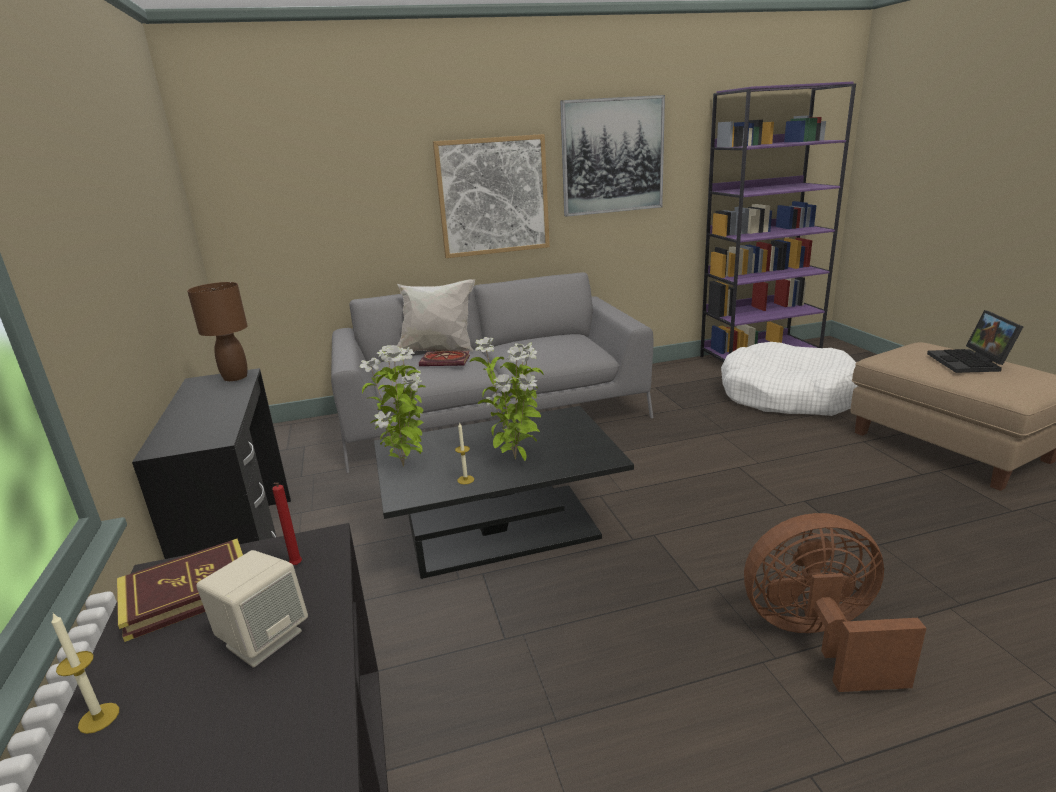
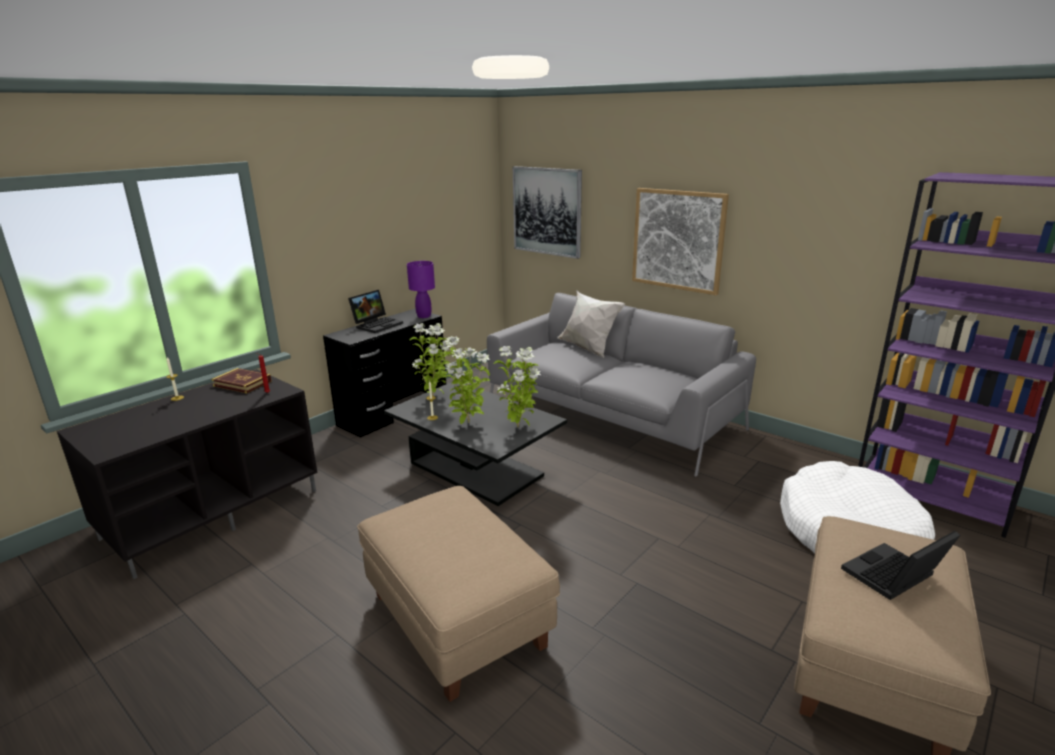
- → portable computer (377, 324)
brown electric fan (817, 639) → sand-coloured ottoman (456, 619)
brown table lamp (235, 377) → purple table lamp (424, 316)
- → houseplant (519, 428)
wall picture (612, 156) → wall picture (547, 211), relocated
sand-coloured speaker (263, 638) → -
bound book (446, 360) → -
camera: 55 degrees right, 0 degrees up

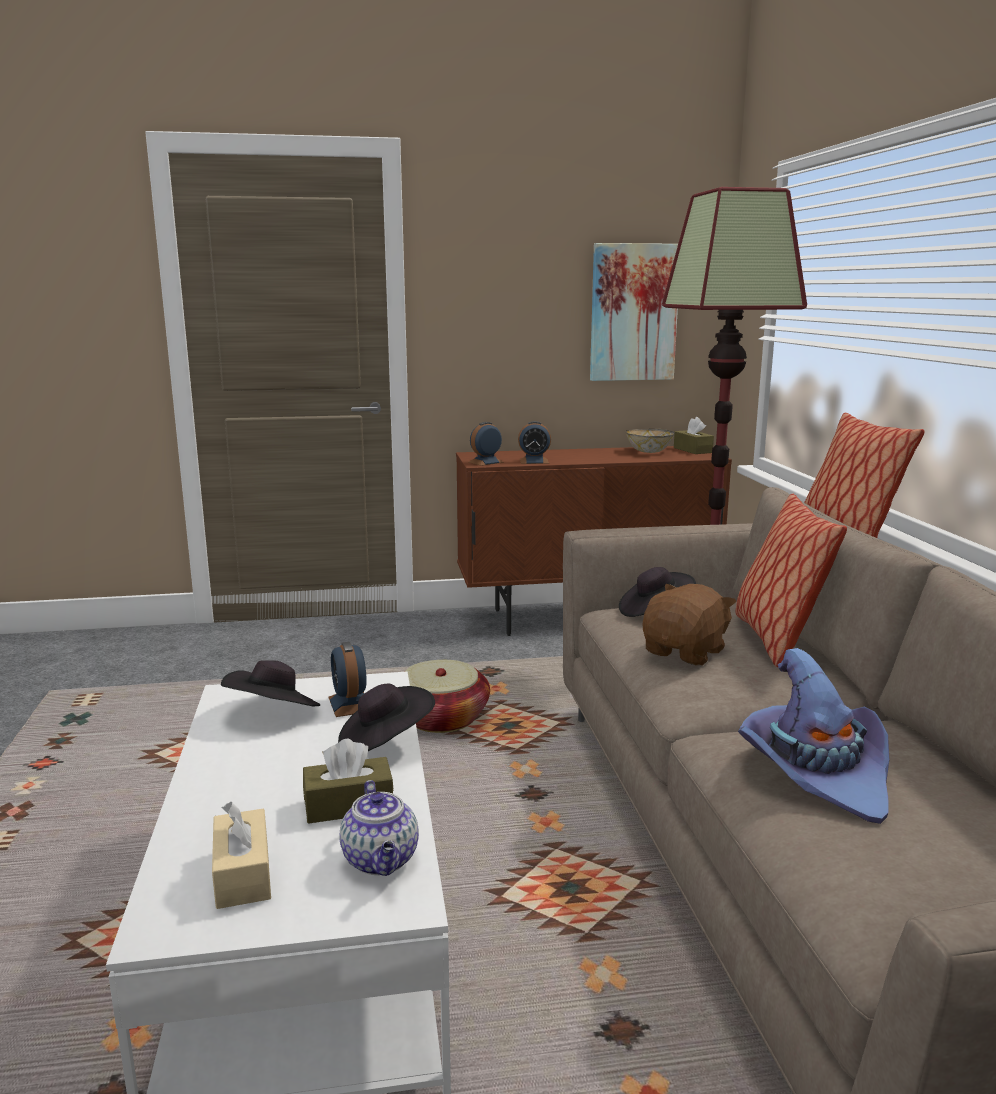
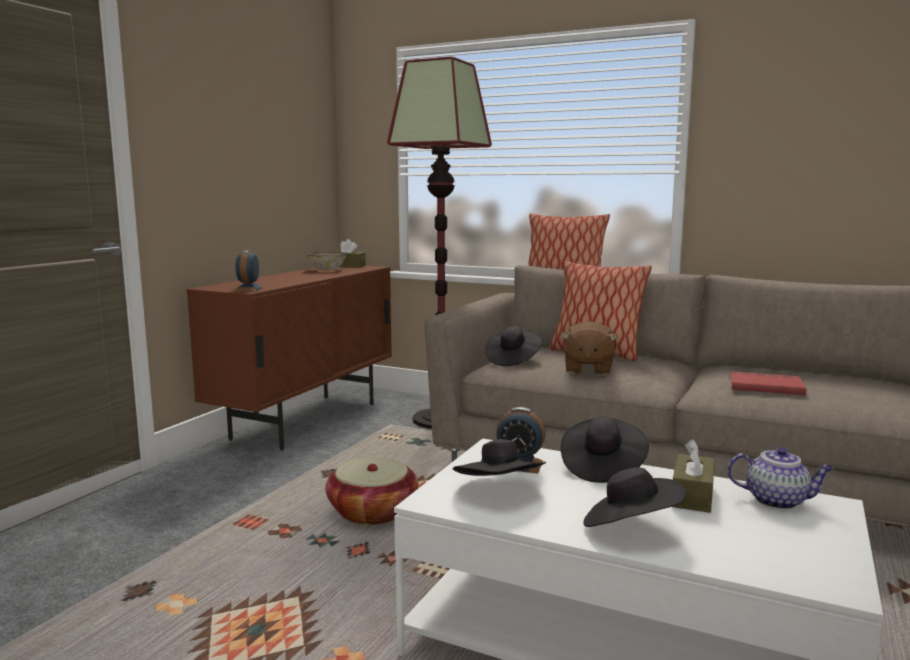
brown soft toy (685, 652) → brown soft toy (587, 369), 150 degrees counterclockwise
- → black-coloured clothing hat (630, 527)
purple clothing hat (815, 771) → reddish bound book (765, 386)
sand-coloured box of tissues (243, 874) → -
bedside clock (534, 461) → -
wall picture (633, 313) → -
camera: 55 degrees left, 5 degrees down

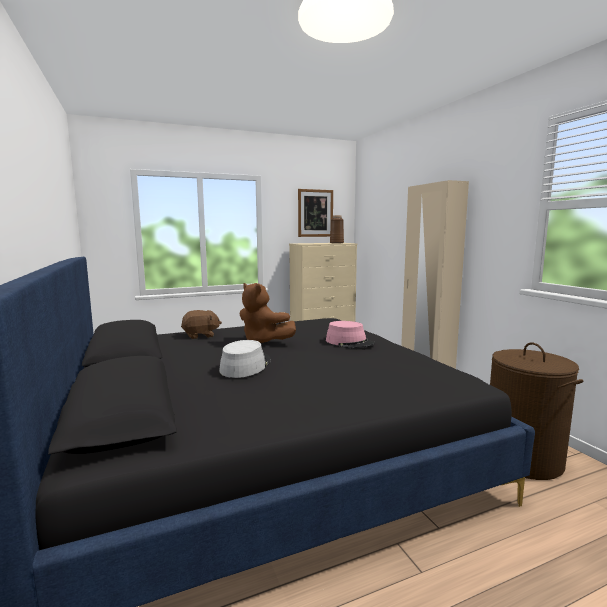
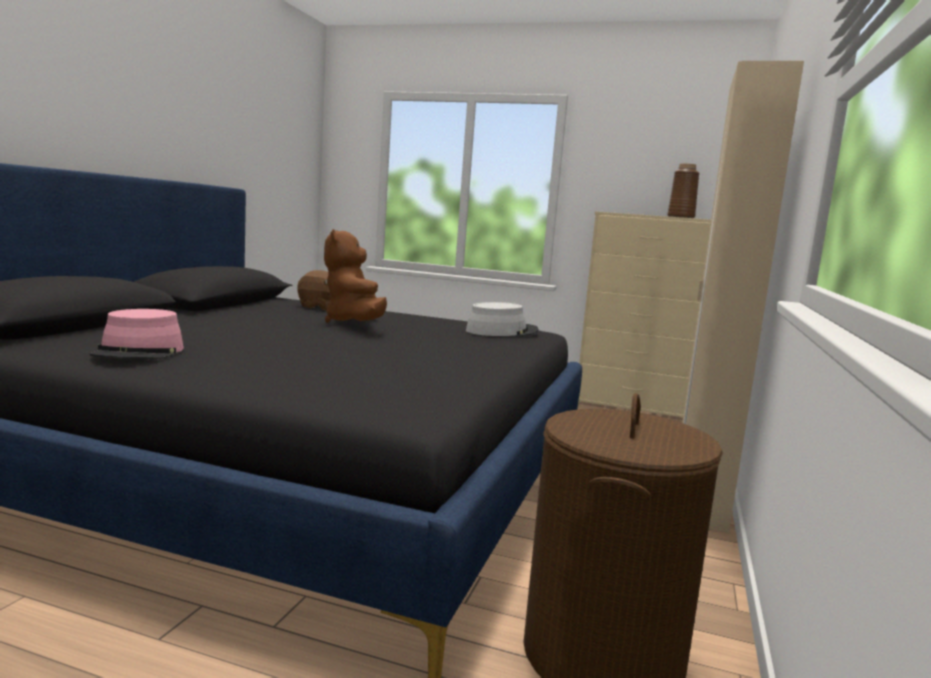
pink clothing hat (349, 342) → pink clothing hat (139, 352), relocated
greyish clothing hat (245, 366) → greyish clothing hat (501, 331), relocated
wall picture (315, 213) → -
camera: 40 degrees right, 0 degrees up

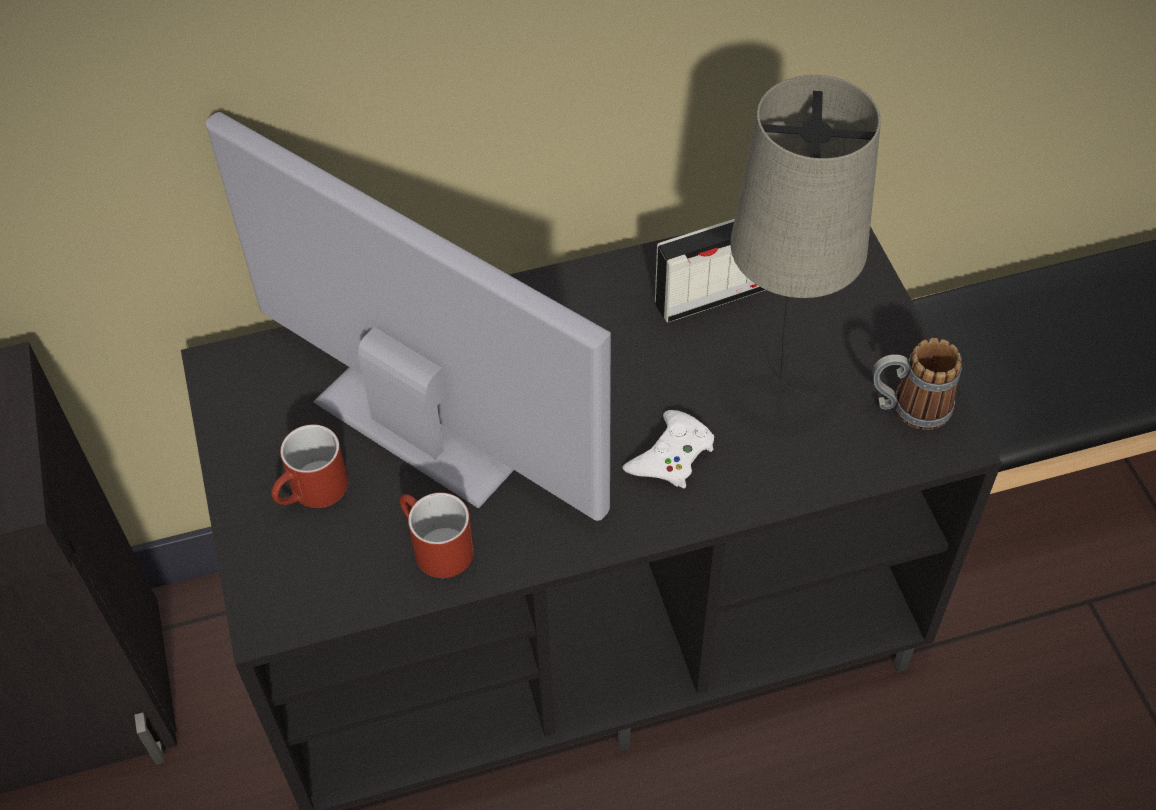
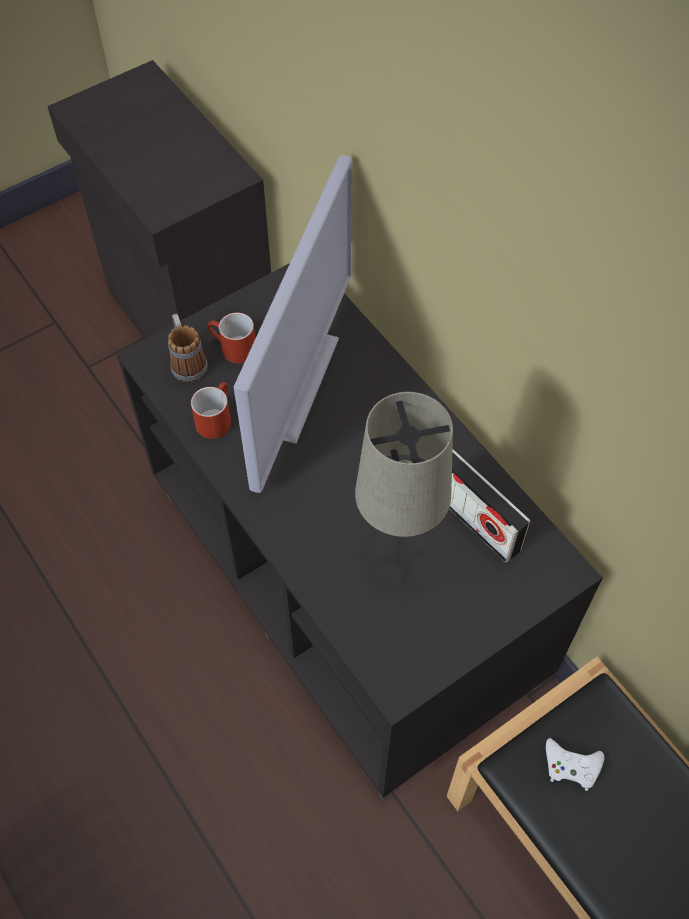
mug (908, 408) → mug (187, 361), relocated
white-coloured gamepad (671, 456) → white-coloured gamepad (571, 766), relocated
camera: 70 degrees right, 5 degrees up

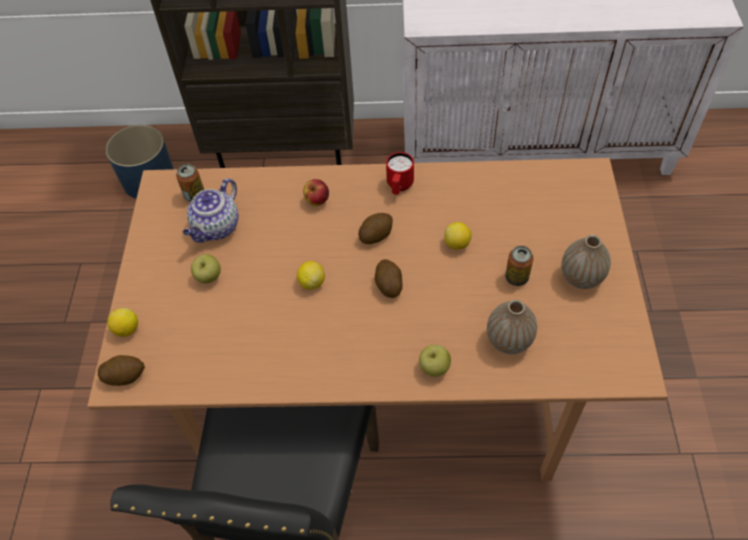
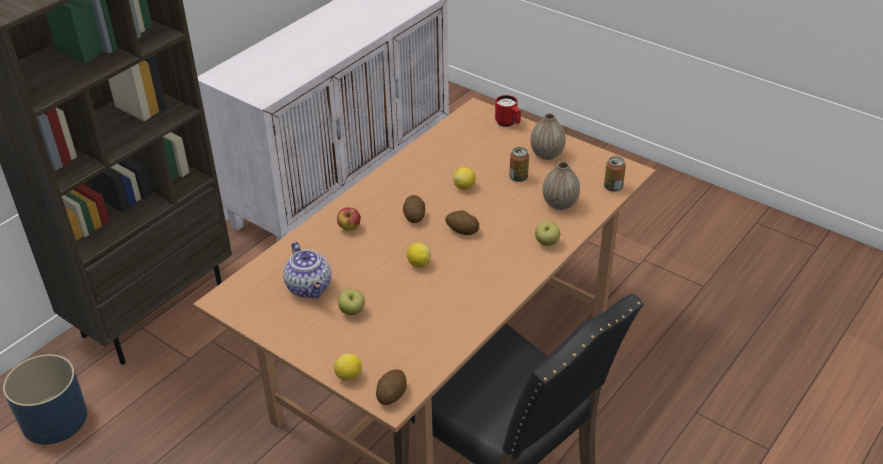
reddish mug (399, 187) → reddish mug (508, 123), relocated
metal can (194, 195) → metal can (613, 187), relocated
camera: 55 degrees left, 15 degrees down

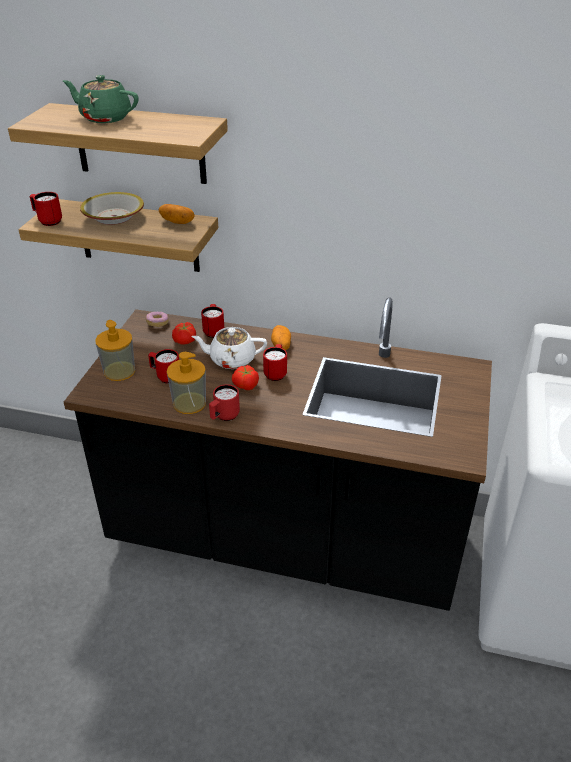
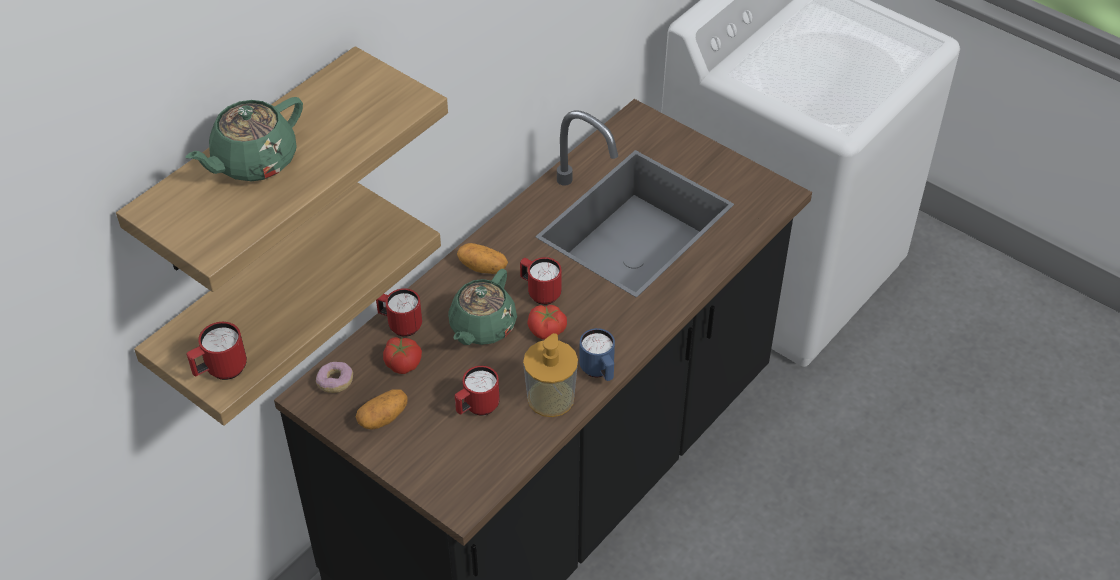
spud (177, 222) → spud (383, 417), relocated
white-coloured pot for tea (231, 359) → green-coloured pot for tea (482, 327)
reddish mug (224, 417) → bluish mug (599, 371)
serving bowl (114, 217) → -
liquid soap bottle (119, 371) → -
camera: 65 degrees left, 10 degrees up

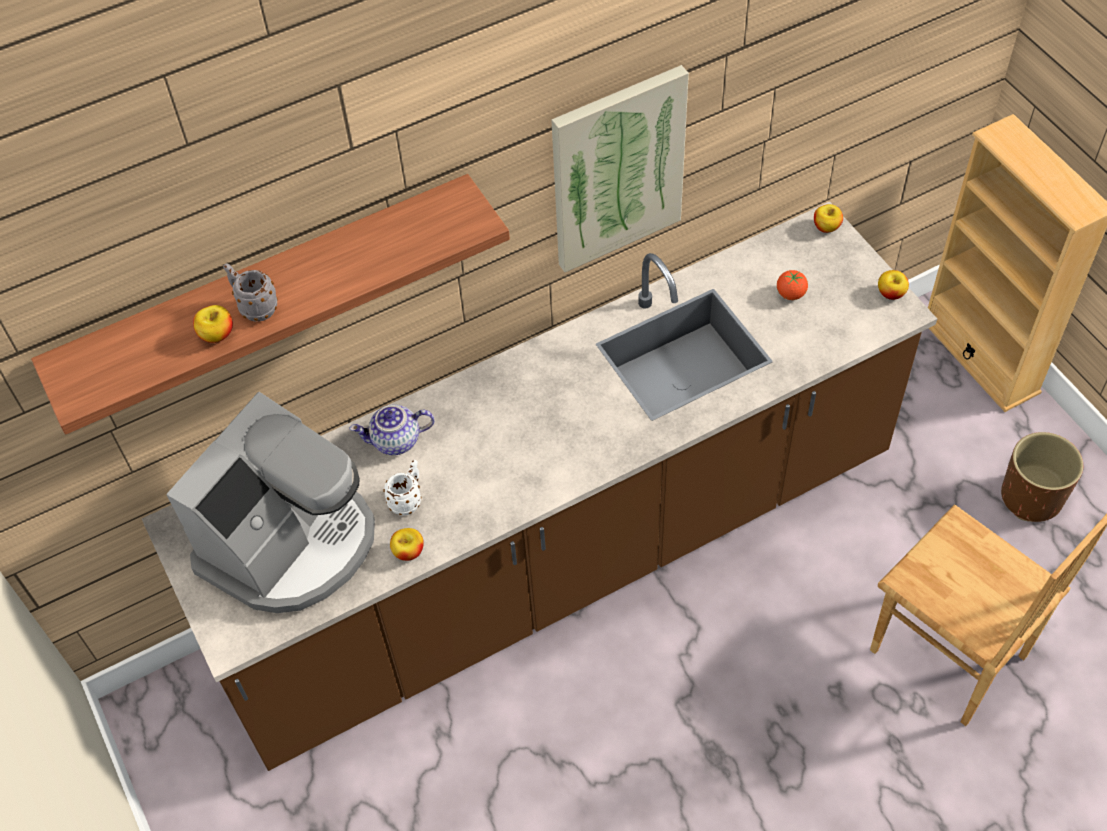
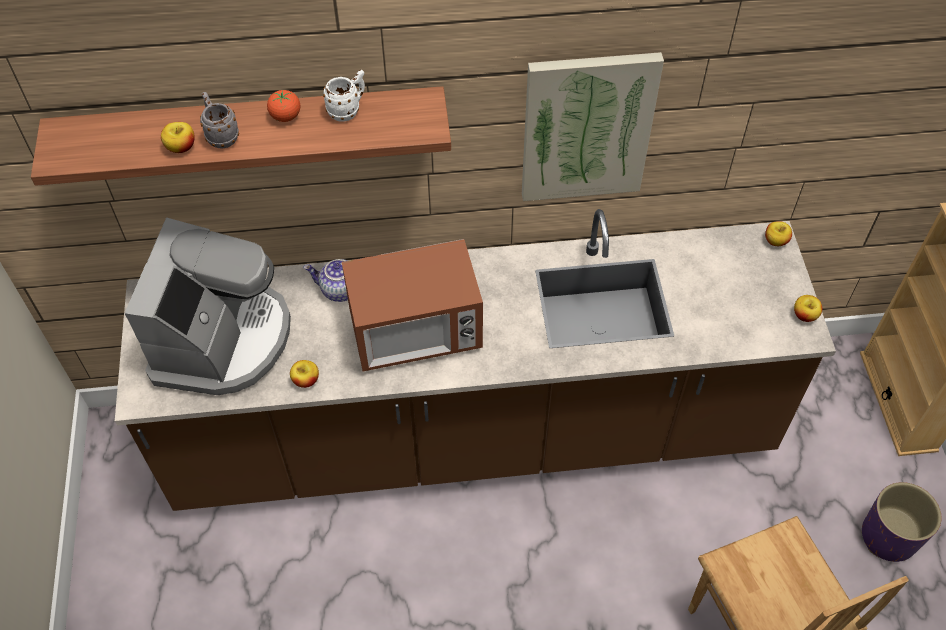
coffee maker (291, 543) → coffee maker (223, 340), 45 degrees counterclockwise
whole tomato (790, 294) → whole tomato (286, 116), relocated
white-coloured mug (408, 499) → white-coloured mug (348, 110), relocated
- → kitchen microwave (415, 333)
brown plant pot (1032, 497) → purple plant pot (889, 537)
camera: 20 degrees right, 0 degrees up

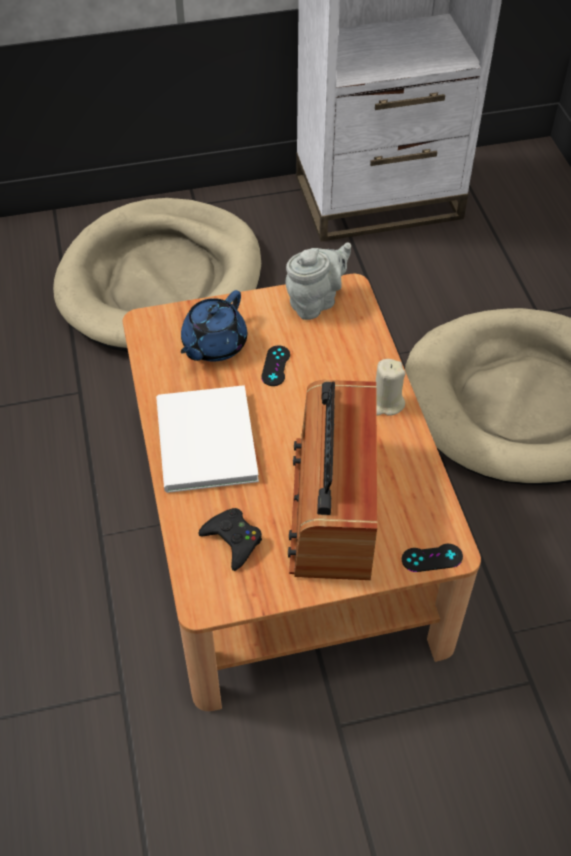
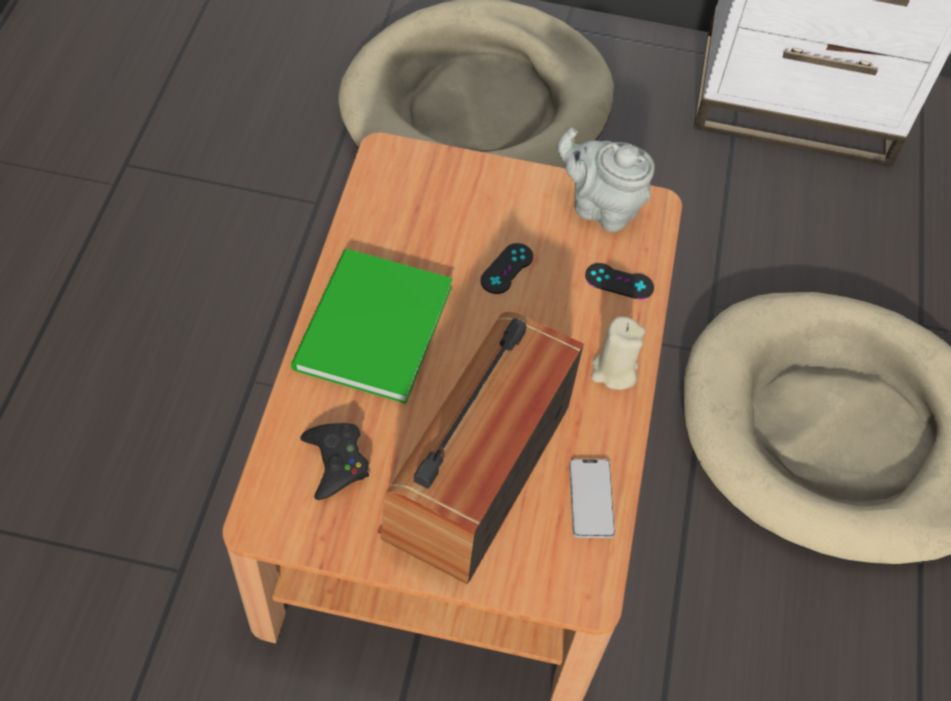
white-coloured bound book (203, 444) → green-coloured bound book (368, 330)
greyish pot for tea (315, 302) → greyish pot for tea (600, 207), 135 degrees counterclockwise
- → handset (591, 499)
black-coloured gamepad (432, 558) → black-coloured gamepad (619, 281), relocated
bluish pot for tea (213, 345) → -
camera: 20 degrees right, 5 degrees up

